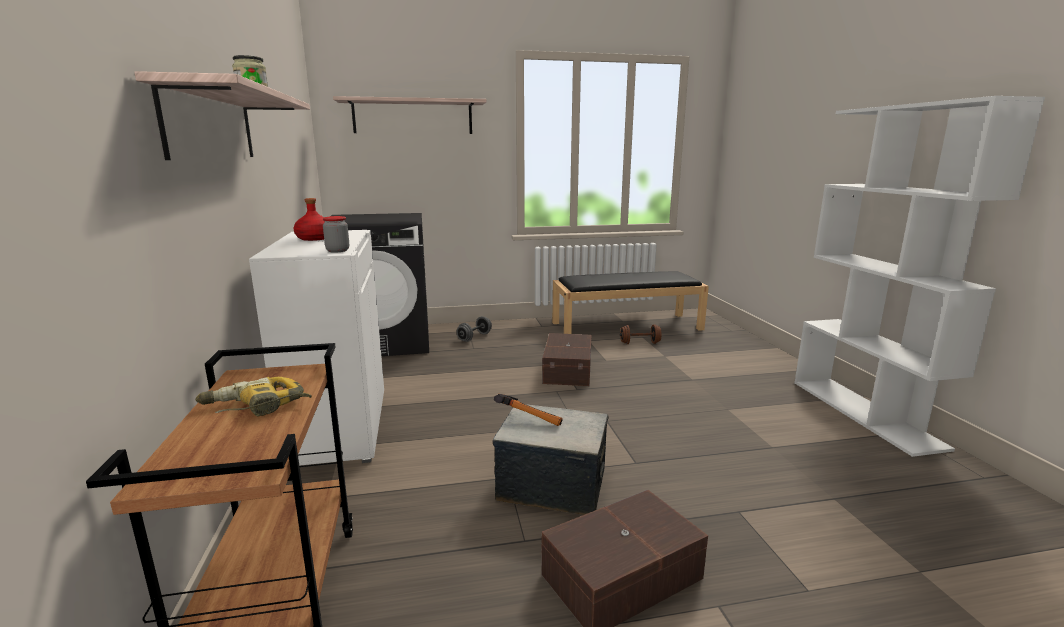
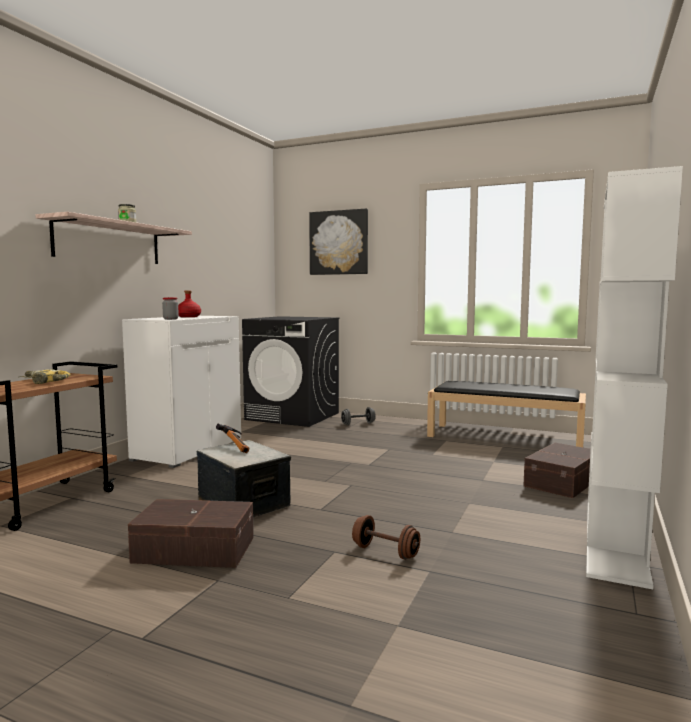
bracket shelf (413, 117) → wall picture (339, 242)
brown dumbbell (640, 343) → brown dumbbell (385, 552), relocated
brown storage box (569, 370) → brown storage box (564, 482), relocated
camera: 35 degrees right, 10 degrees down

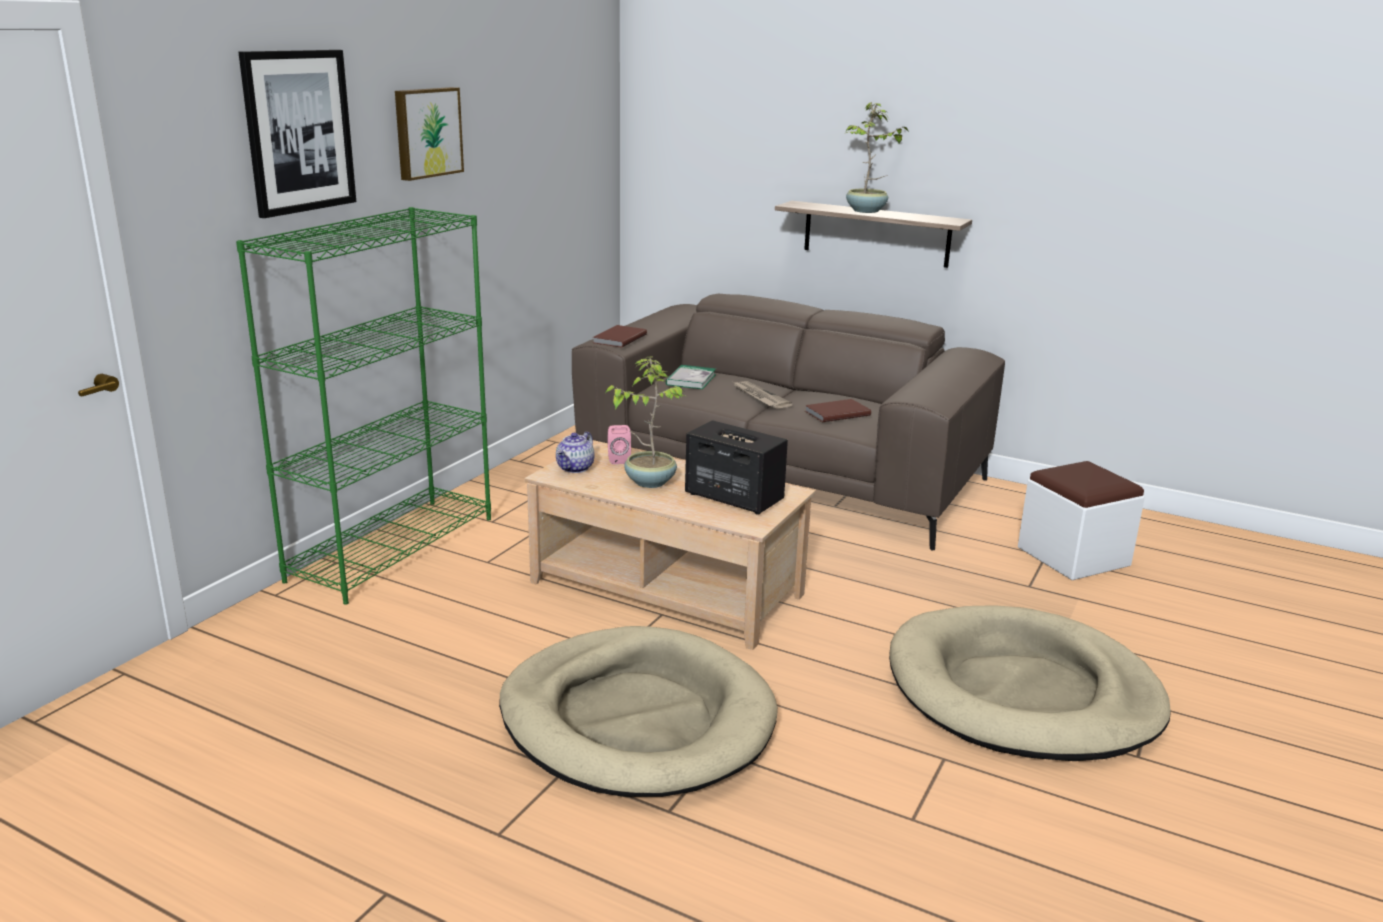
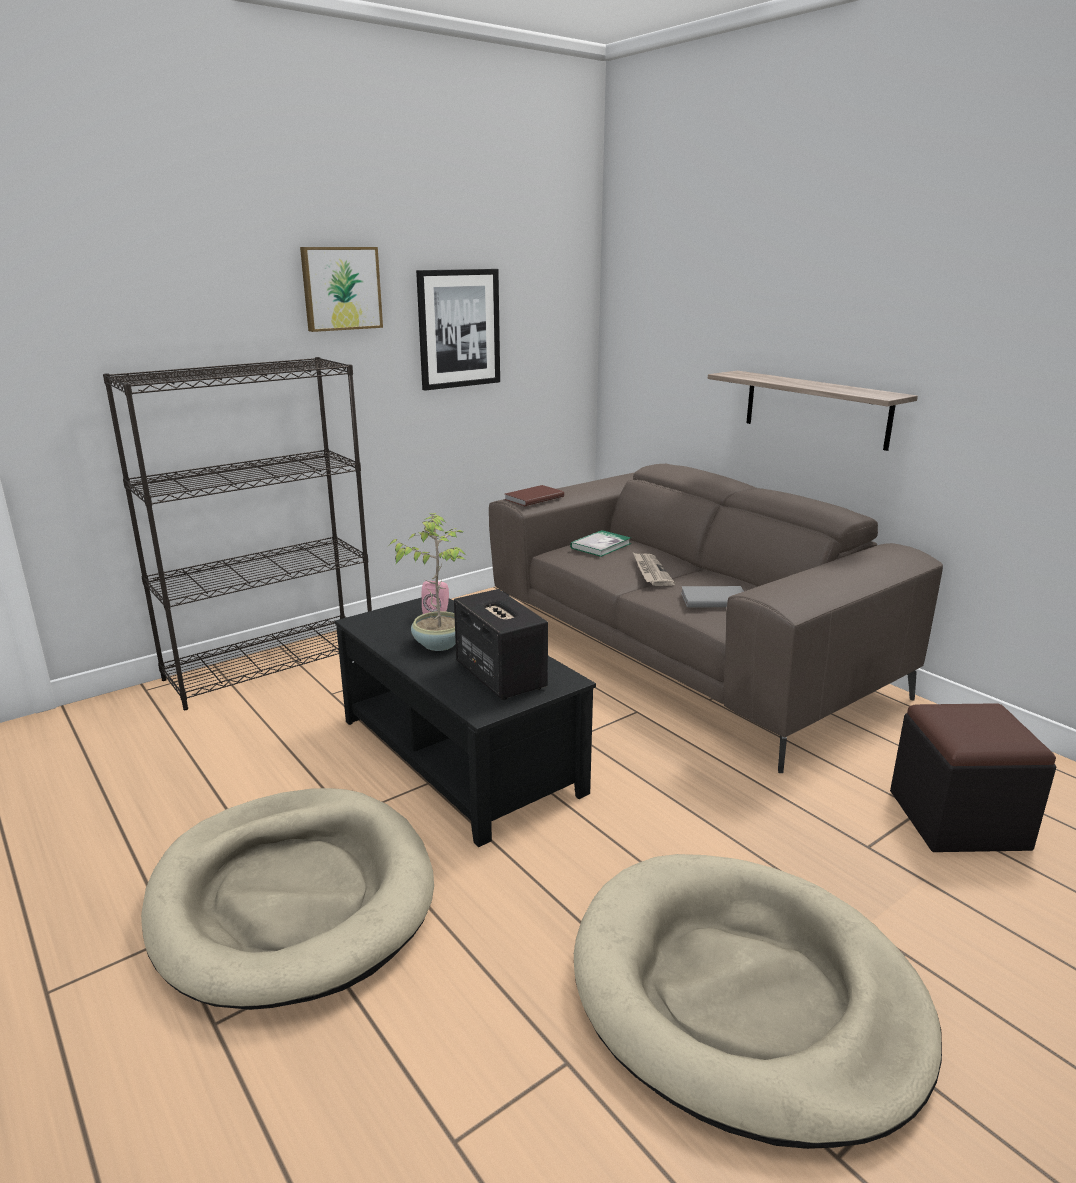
green-coloured bookcase (393, 548) → black-coloured bookcase (273, 665)
sand-coloured coffee table (668, 587) → black-coloured coffee table (461, 755)
wall picture (298, 131) → wall picture (459, 329), relocated
brown bound book (836, 413) → greyish bound book (713, 599)
white-coloured ottoman (1073, 556) → black-coloured ottoman (958, 820)
pot for tea (575, 468) → -
houseplant (866, 211) → -
camera: 25 degrees right, 0 degrees up

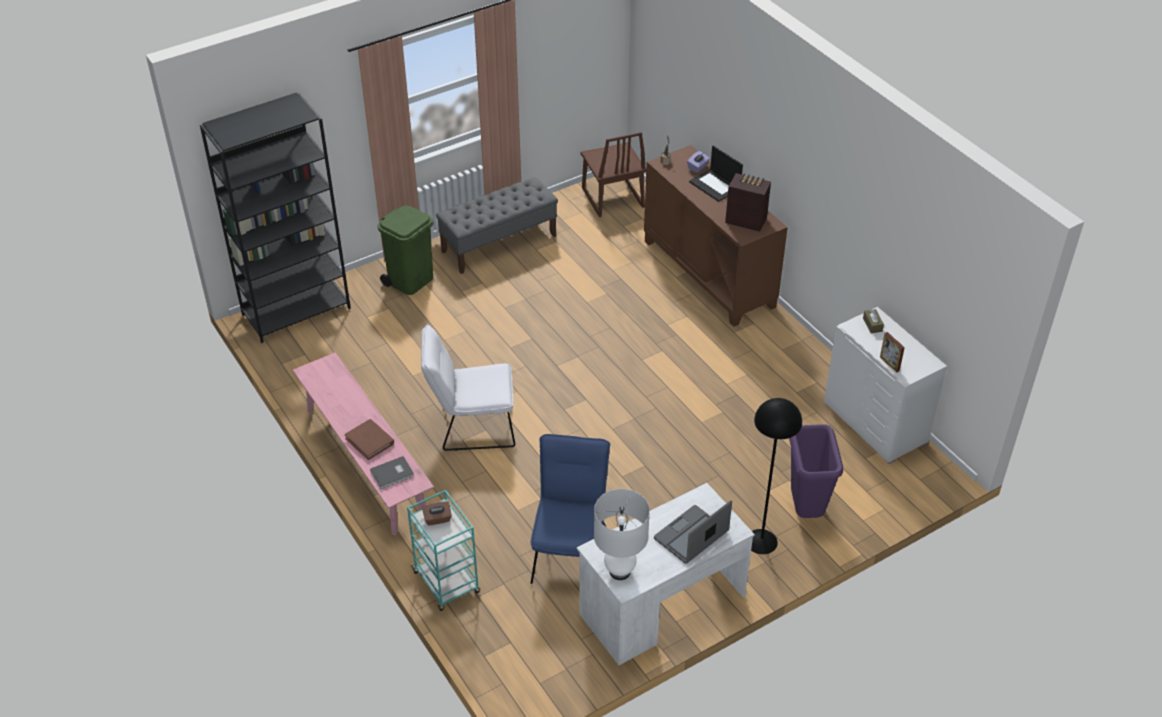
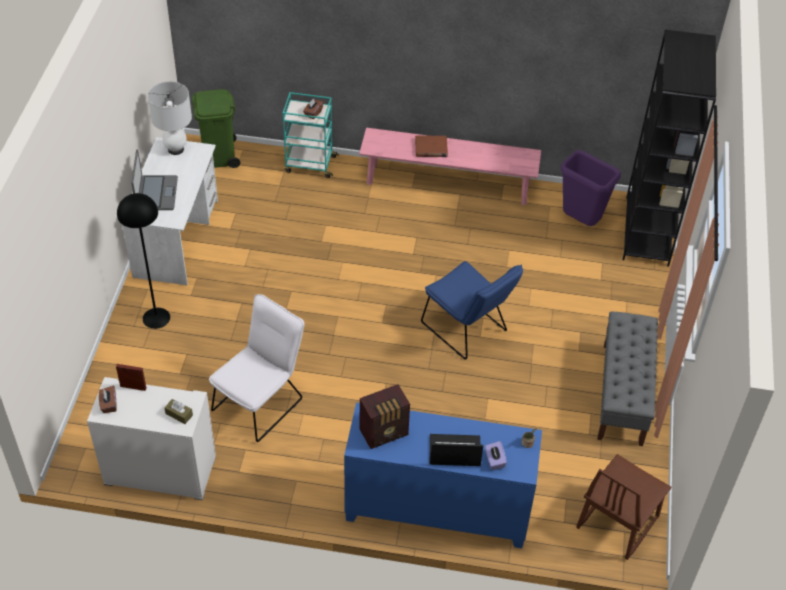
- → brown box of tissues (109, 404)
green-coloured trash can (411, 280) → green-coloured trash can (219, 156), relocated
white-coloured chair (471, 426) → white-coloured chair (261, 401), relocated
brown storage cabinet (709, 273) → bluish storage cabinet (437, 509)
bluish chair (571, 551) → bluish chair (468, 330), relocated
purple trash can (806, 510) → purple trash can (579, 222), relocated
brown chair (612, 198) → brown chair (616, 522), 75 degrees counterclockwise
greyish bound book (393, 474) → -
camera: 130 degrees right, 5 degrees up

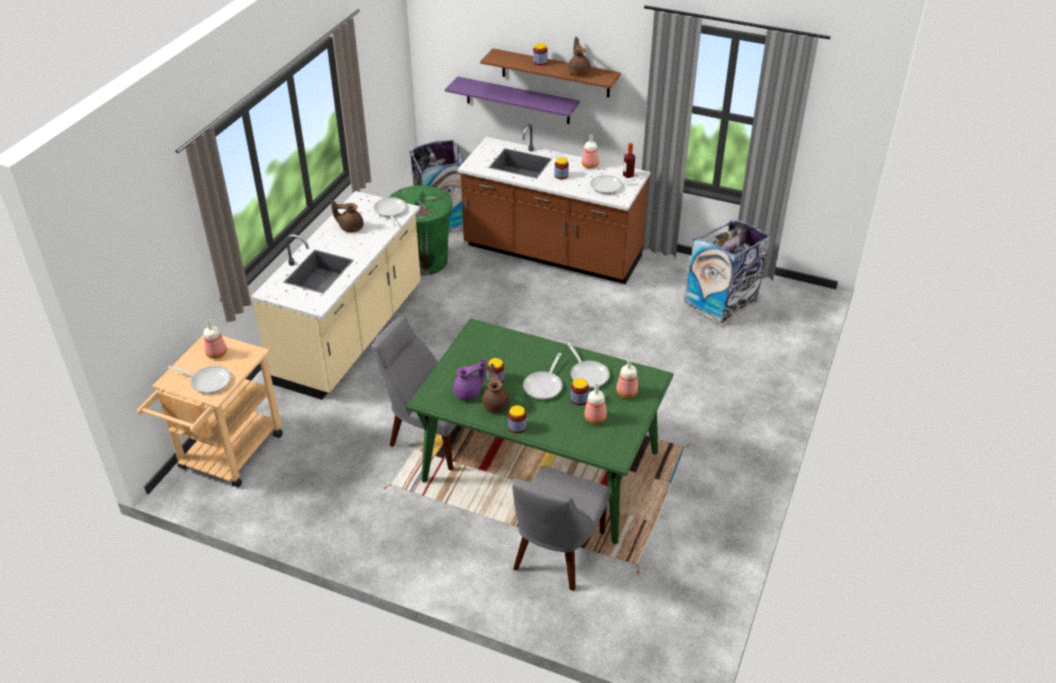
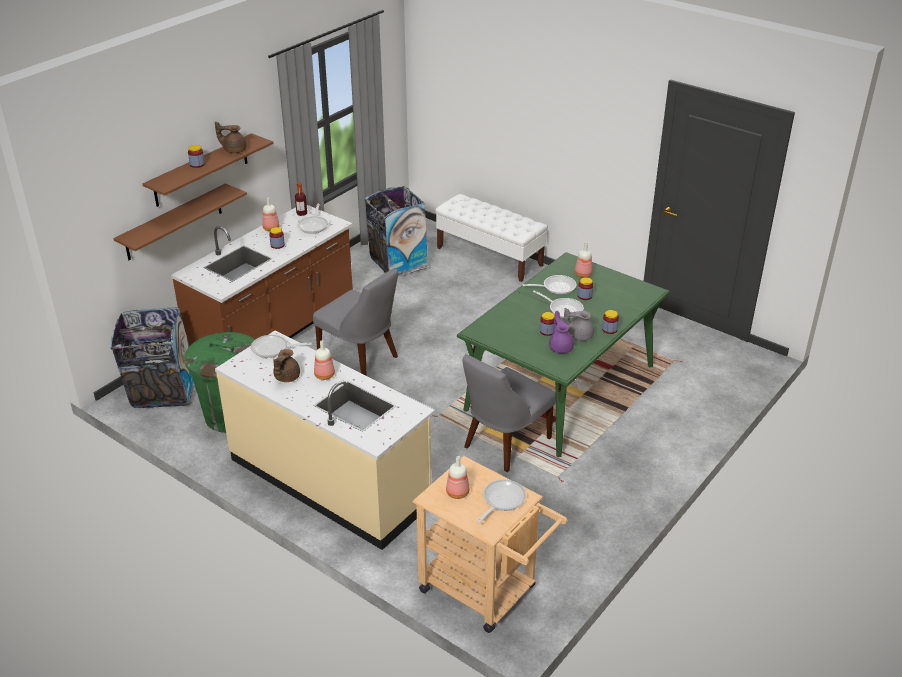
purple bracket shelf (517, 100) → brown bracket shelf (174, 222)
greyish chair (556, 554) → greyish chair (361, 358), relocated
beverage bottle (595, 417) → beverage bottle (324, 375), relocated
- → white-coloured indoor bench (490, 256)
brown pot for tea (496, 404) → greyish pot for tea (579, 336)
camera: 75 degrees left, 5 degrees down

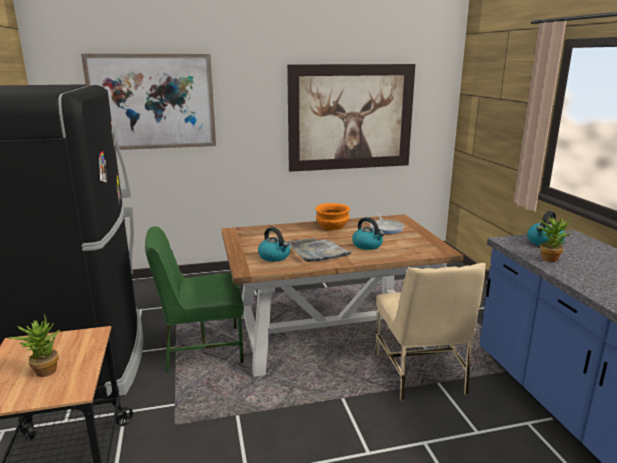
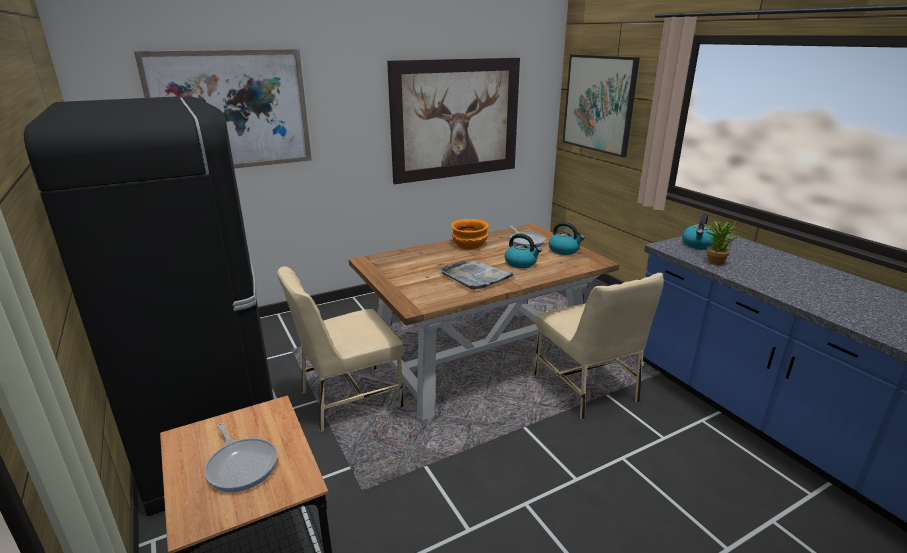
houseplant (43, 370) → frying pan (242, 465)
green-coloured chair (202, 349) → sand-coloured chair (348, 399)
water kettle (275, 257) → water kettle (564, 250), relocated
- → wall picture (599, 104)
camera: 15 degrees left, 5 degrees up

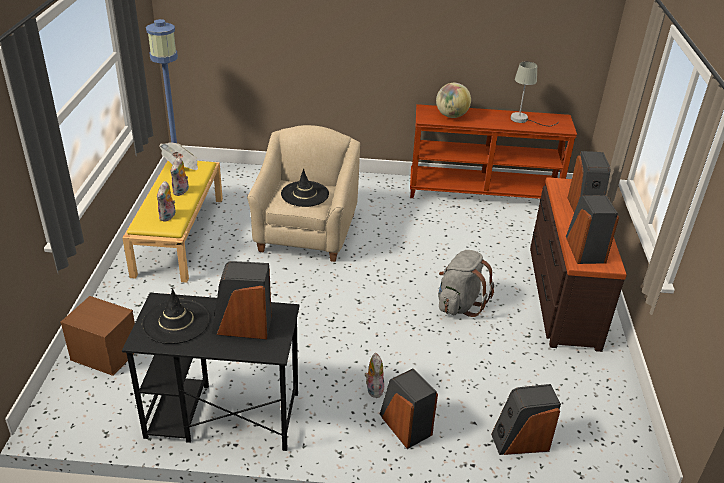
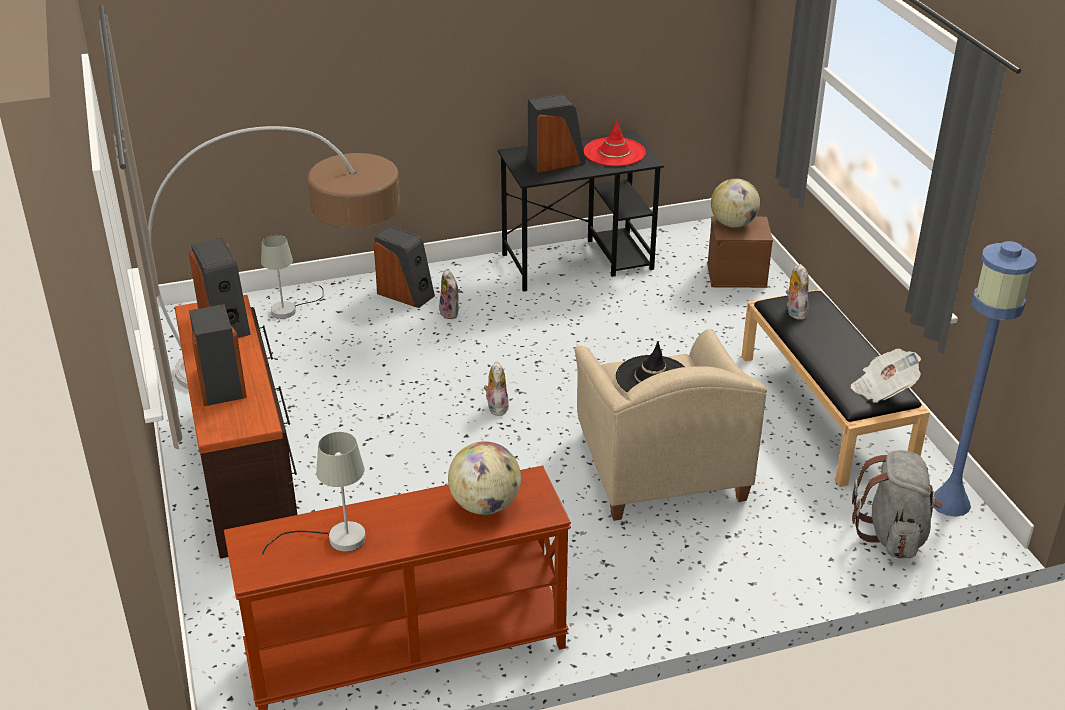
- → floor lamp (303, 363)
speaker (520, 441) → greyish table lamp (290, 309)
soft toy (181, 192) → soft toy (496, 407), relocated
black-coloured clothing hat (176, 321) → reddish clothing hat (614, 152)
- → globe (733, 224)
yellow-coloured indoor bench (179, 235) → black-coloured indoor bench (826, 411)
greyish backpack (459, 304) → greyish backpack (893, 534), relocated
camera: 160 degrees right, 0 degrees up

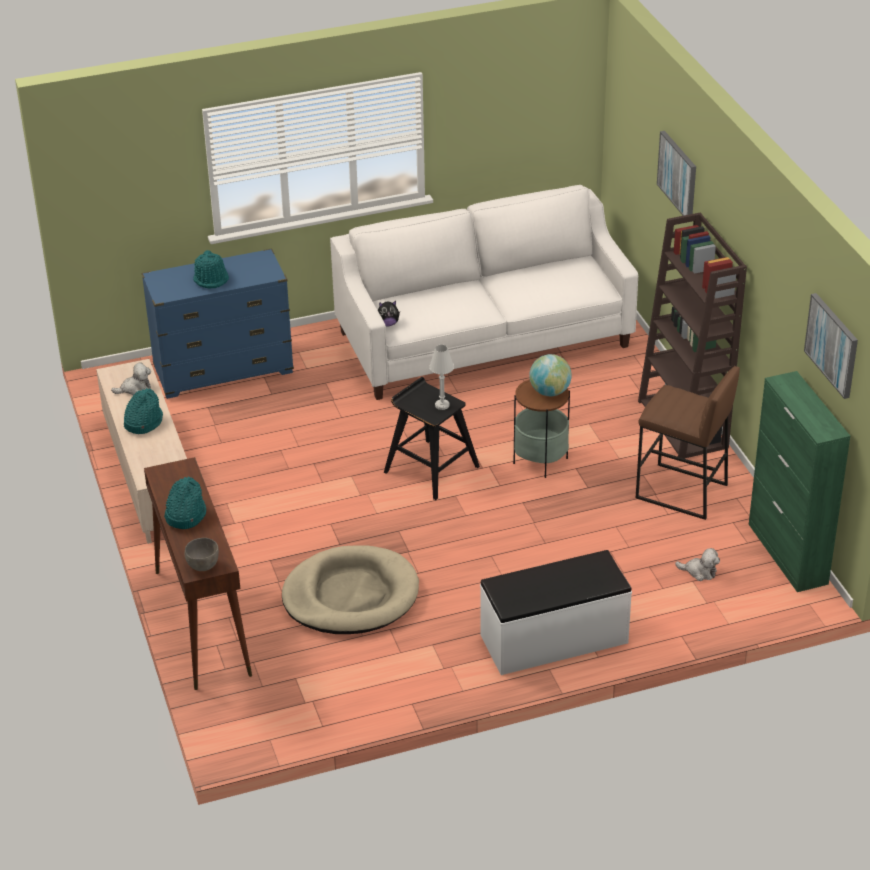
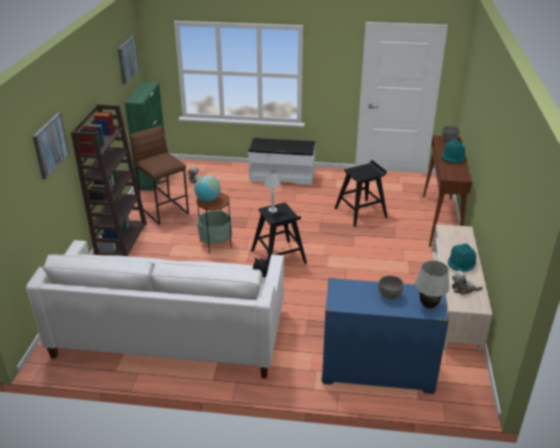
sand-coloured dog bed (350, 596) → black-coloured stool (361, 212)
turquoise clothing hat (211, 278) → greyish serving bowl (389, 296)
- → white-coloured table lamp (428, 305)
camera: 155 degrees left, 5 degrees down

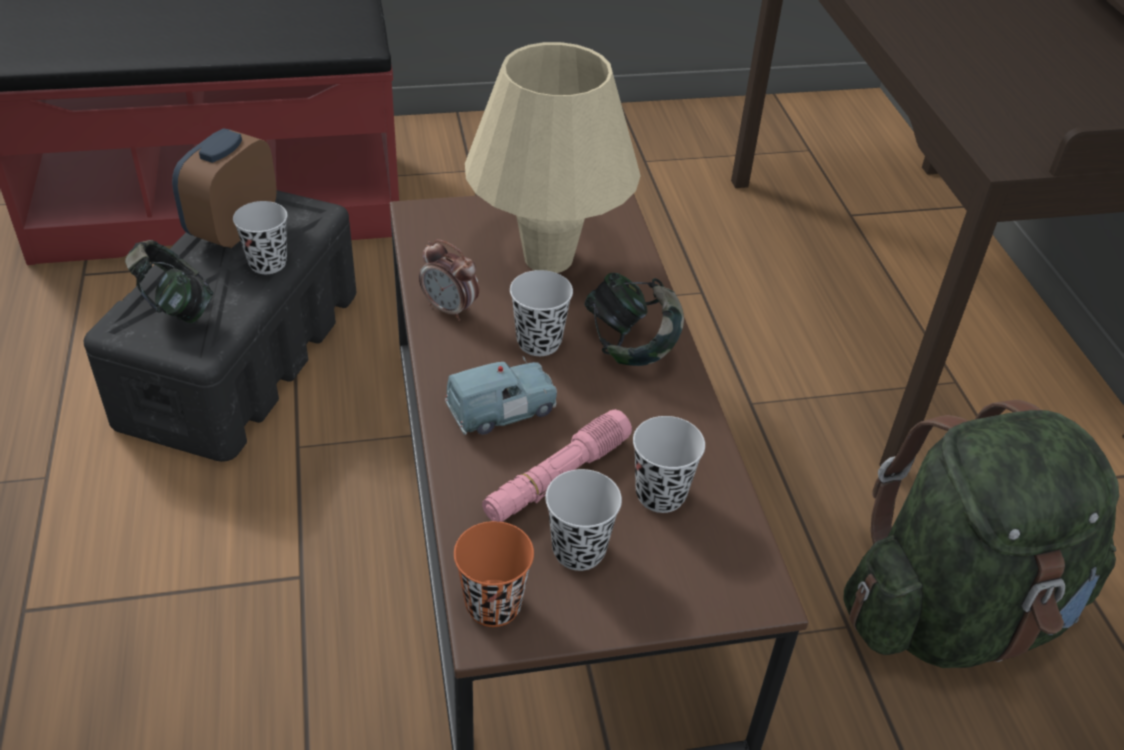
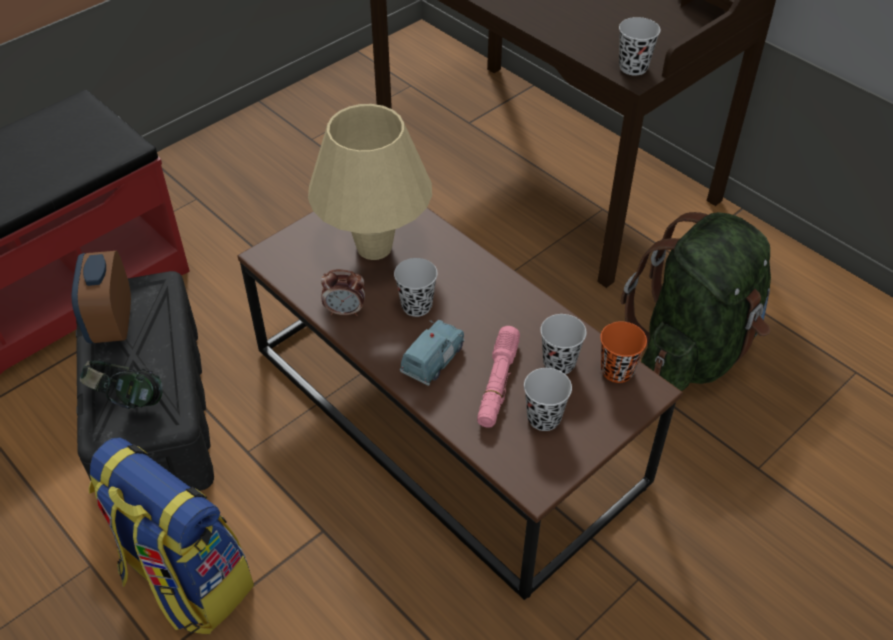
- → backpack (185, 580)
orange drinking cup (493, 605) → orange drinking cup (617, 371), relocated
black-coloured drinking cup (267, 263) → black-coloured drinking cup (633, 67), relocated
headphones (630, 346) → -
camera: 30 degrees left, 5 degrees up

